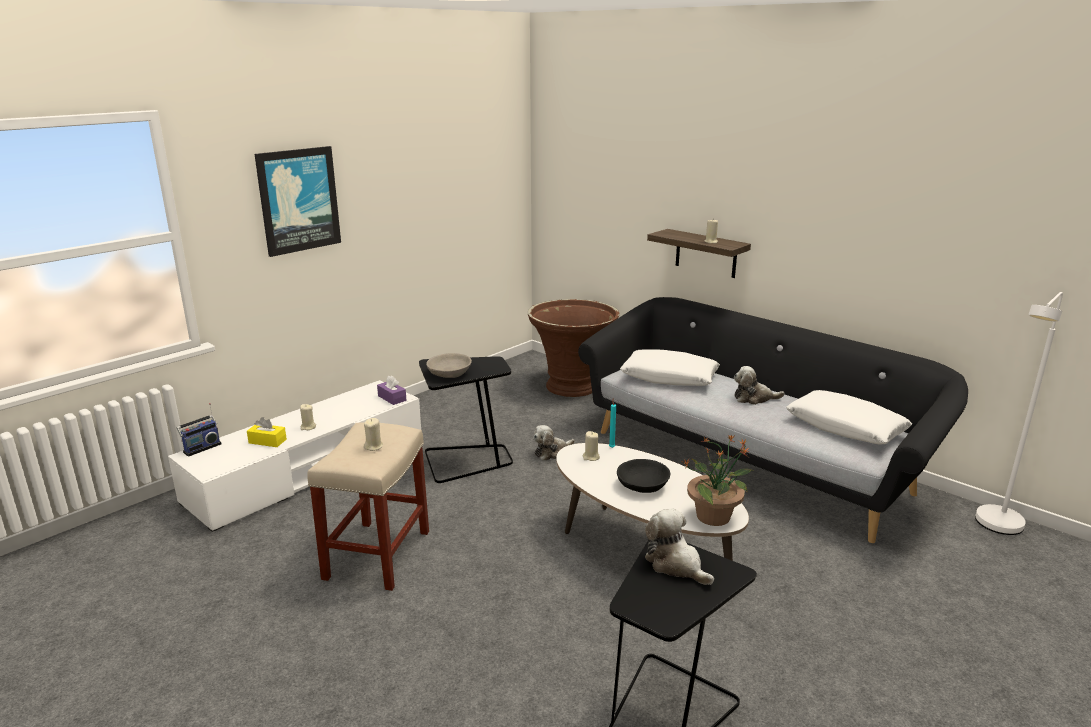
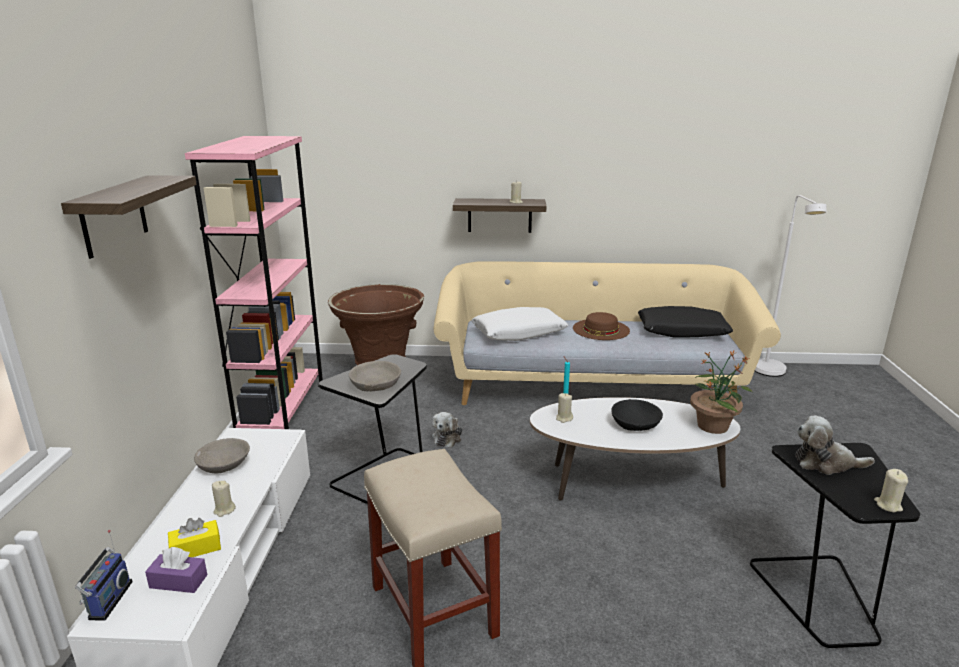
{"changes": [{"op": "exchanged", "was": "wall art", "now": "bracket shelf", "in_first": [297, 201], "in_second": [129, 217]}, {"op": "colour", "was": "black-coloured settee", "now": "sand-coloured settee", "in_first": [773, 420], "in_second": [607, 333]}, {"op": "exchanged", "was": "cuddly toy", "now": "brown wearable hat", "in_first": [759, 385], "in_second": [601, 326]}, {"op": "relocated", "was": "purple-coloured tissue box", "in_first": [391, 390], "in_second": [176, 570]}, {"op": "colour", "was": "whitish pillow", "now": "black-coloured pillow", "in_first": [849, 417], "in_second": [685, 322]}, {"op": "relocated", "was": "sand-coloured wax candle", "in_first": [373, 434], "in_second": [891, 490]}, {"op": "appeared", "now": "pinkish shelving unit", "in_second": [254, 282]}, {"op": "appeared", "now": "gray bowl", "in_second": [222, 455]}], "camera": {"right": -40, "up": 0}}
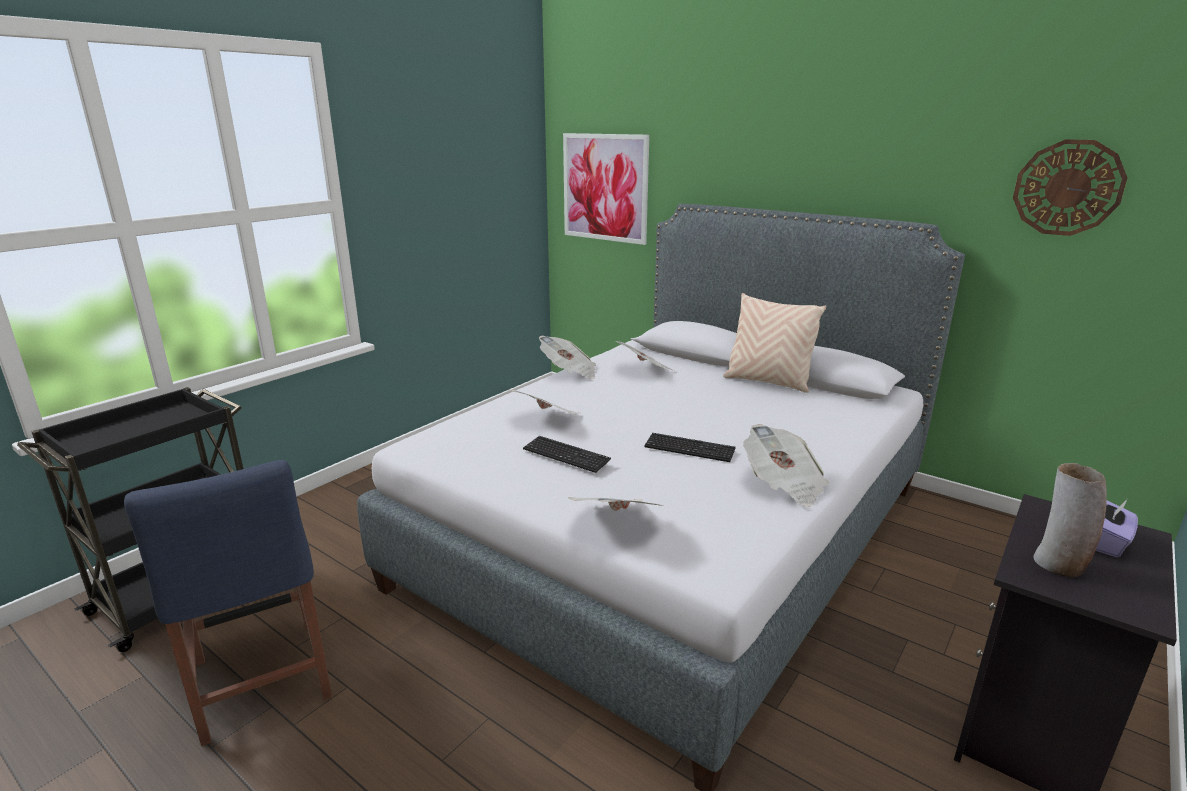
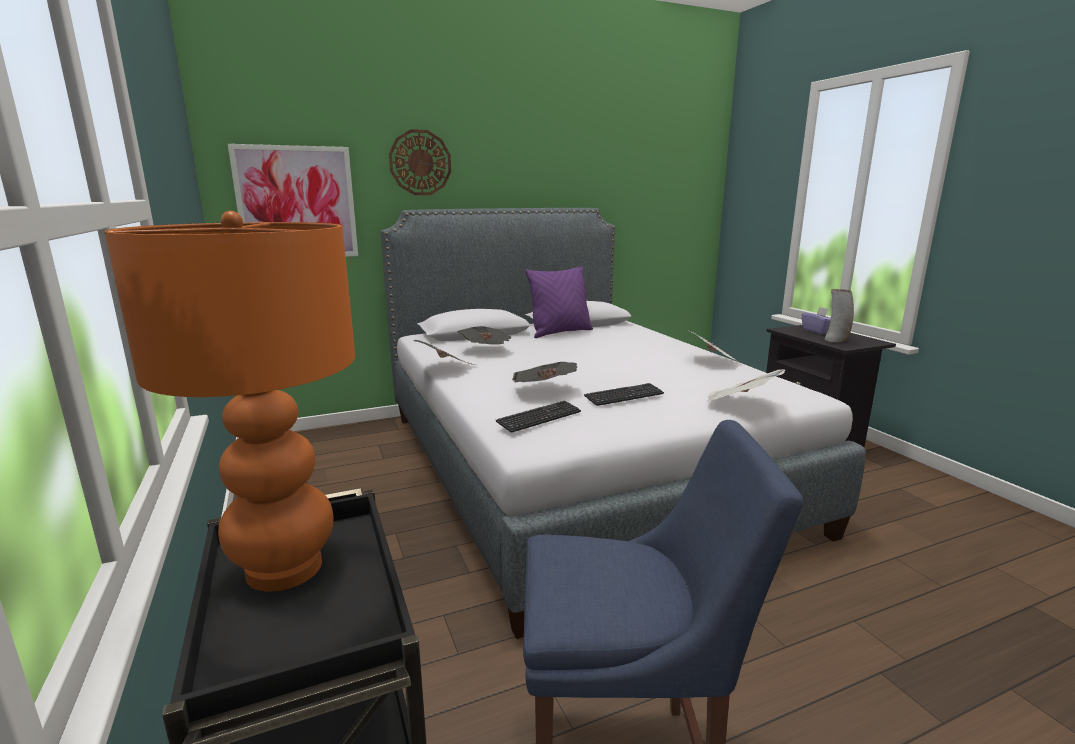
{"changes": [{"op": "relocated", "was": "clock on the wall", "in_first": [1070, 187], "in_second": [420, 162]}, {"op": "colour", "was": "sand-coloured pillow", "now": "purple-coloured pillow", "in_first": [774, 343], "in_second": [559, 302]}, {"op": "relocated", "was": "PC keyboard", "in_first": [690, 447], "in_second": [538, 416]}, {"op": "appeared", "now": "orangey lamp for a table", "in_second": [230, 401]}], "camera": {"right": -60, "up": -5}}
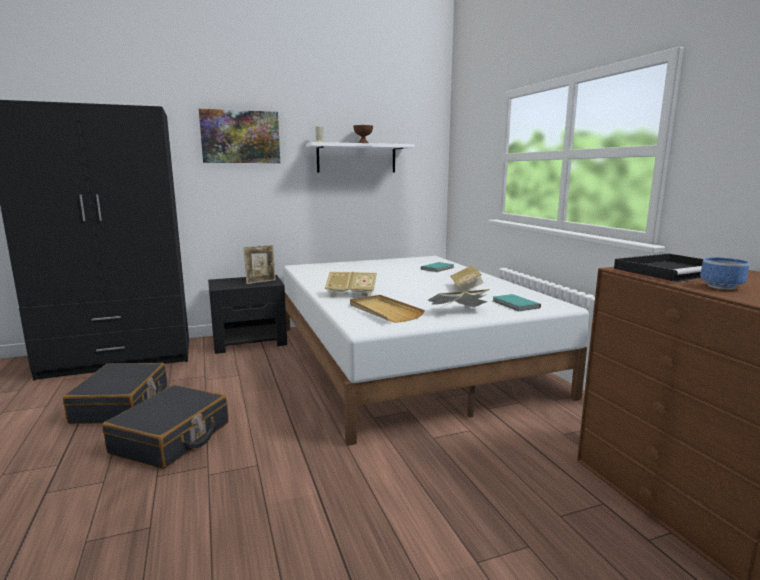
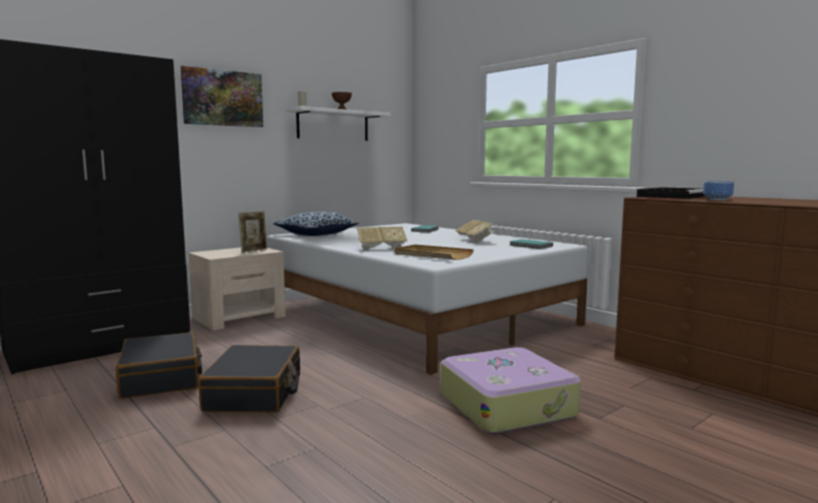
{"changes": [{"op": "colour", "was": "black-coloured nightstand", "now": "sand-coloured nightstand", "in_first": [247, 314], "in_second": [237, 288]}, {"op": "missing", "was": "bound book", "in_first": [458, 298]}, {"op": "appeared", "now": "pillow", "in_second": [316, 223]}, {"op": "appeared", "now": "suitcase", "in_second": [510, 390]}], "camera": {"right": -20, "up": -5}}
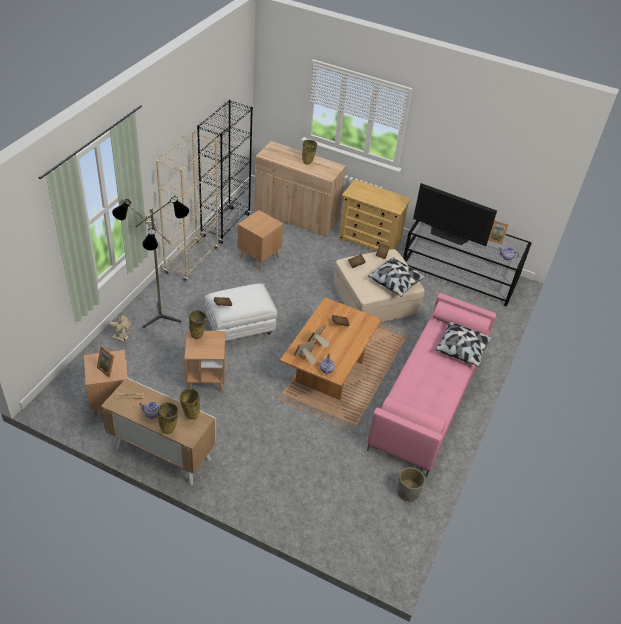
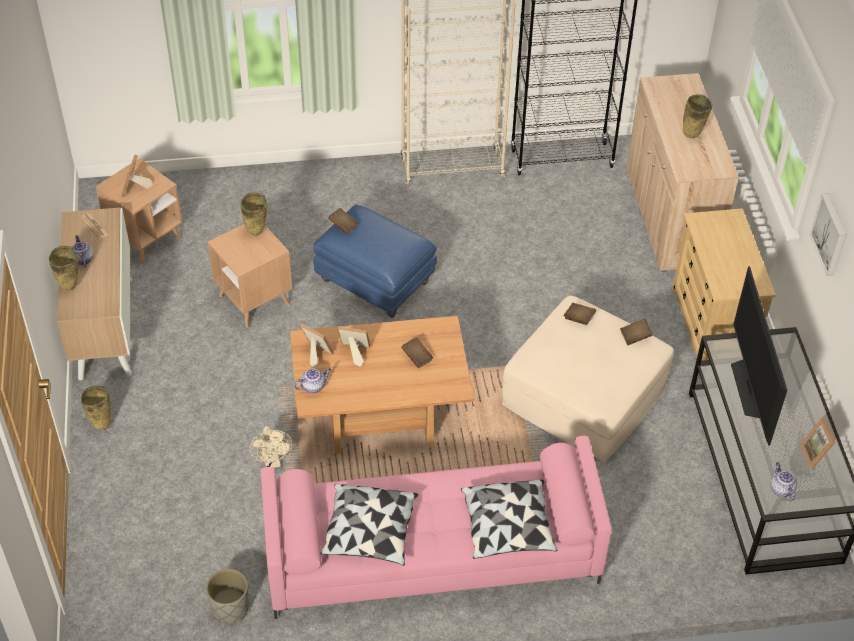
{"changes": [{"op": "missing", "was": "floor lamp", "in_first": [150, 262]}, {"op": "missing", "was": "brown end table", "in_first": [260, 240]}, {"op": "relocated", "was": "pillow", "in_first": [397, 277], "in_second": [369, 525]}, {"op": "colour", "was": "whitish footrest", "now": "blue-coloured footrest", "in_first": [241, 312], "in_second": [375, 261]}, {"op": "relocated", "was": "sand-coloured fan", "in_first": [120, 328], "in_second": [271, 447]}, {"op": "relocated", "was": "sand-coloured vase", "in_first": [190, 403], "in_second": [96, 408]}, {"op": "appeared", "now": "wall art", "in_second": [828, 234]}], "camera": {"right": 60, "up": 5}}
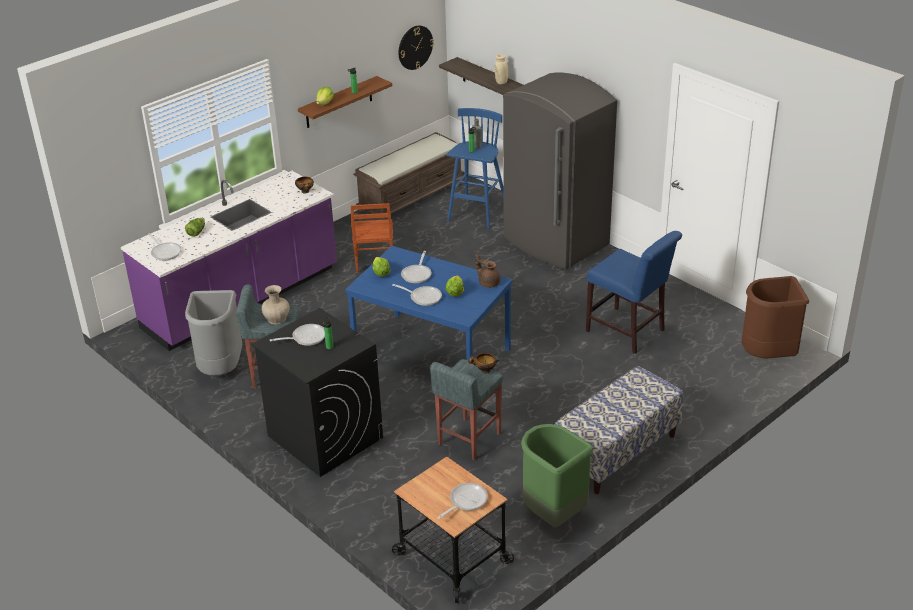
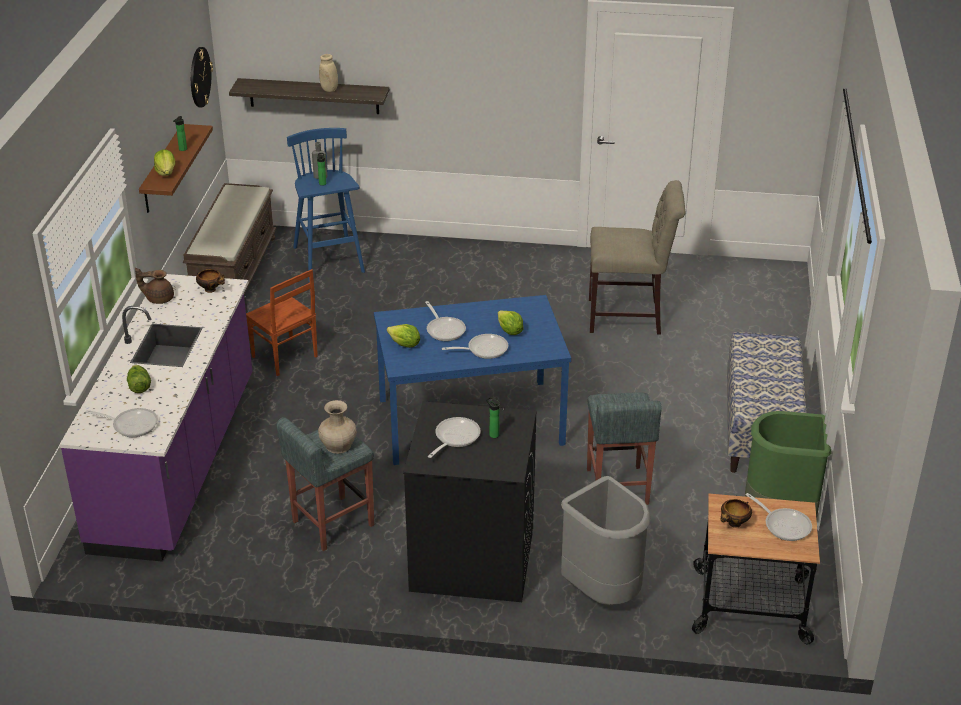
{"changes": [{"op": "missing", "was": "gray refrigerator", "in_first": [560, 170]}, {"op": "colour", "was": "blue-coloured plain chair", "now": "sand-coloured plain chair", "in_first": [634, 292], "in_second": [637, 257]}, {"op": "relocated", "was": "brown teapot", "in_first": [488, 271], "in_second": [154, 286]}, {"op": "missing", "was": "brown rubbish bin", "in_first": [775, 317]}, {"op": "relocated", "was": "gray rubbish bin", "in_first": [213, 333], "in_second": [606, 540]}, {"op": "relocated", "was": "bowl", "in_first": [483, 363], "in_second": [736, 513]}, {"op": "spun", "was": "frying pan", "in_first": [462, 501], "in_second": [778, 517], "clockwise": 135}], "camera": {"right": -40, "up": 0}}
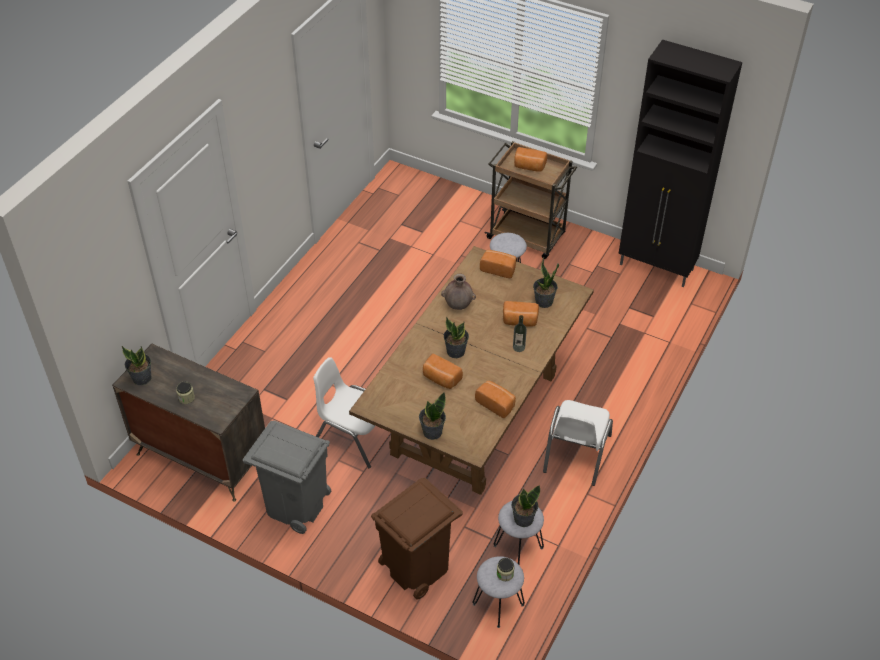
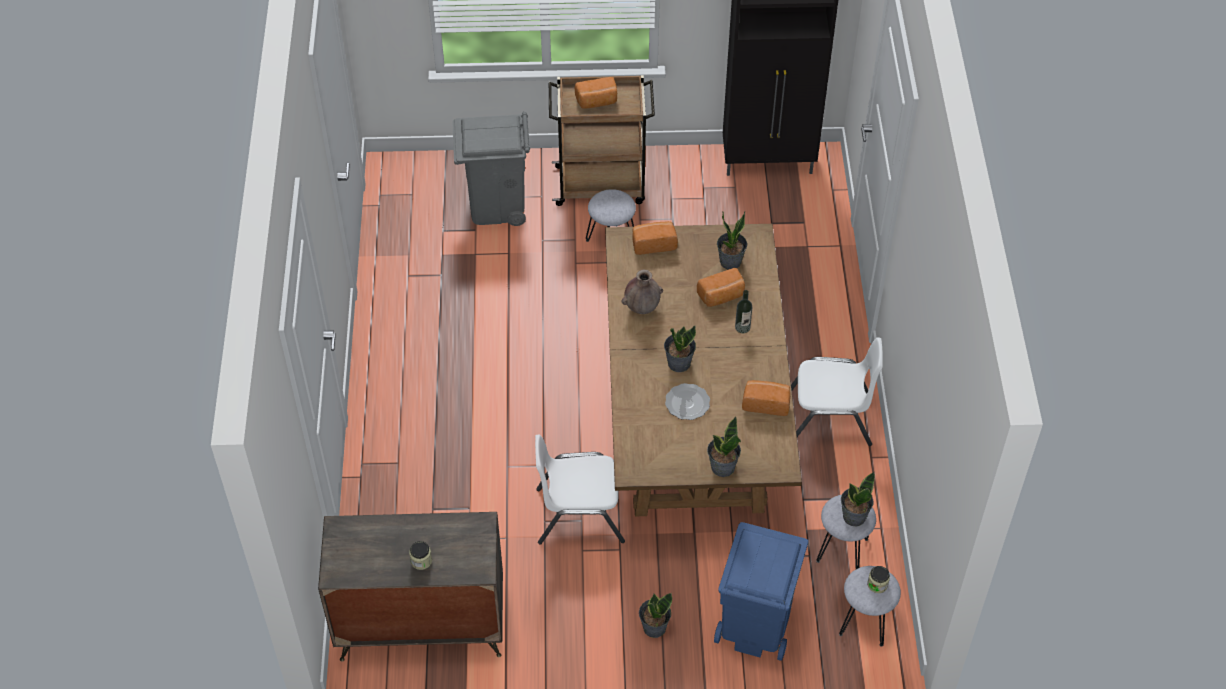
{"changes": [{"op": "relocated", "was": "houseplant", "in_first": [137, 365], "in_second": [655, 615]}, {"op": "exchanged", "was": "bakery bread", "now": "flat dish", "in_first": [443, 371], "in_second": [687, 401]}, {"op": "spun", "was": "whitish plain chair", "in_first": [578, 443], "in_second": [837, 391], "clockwise": -75}, {"op": "relocated", "was": "gray rubbish bin", "in_first": [287, 477], "in_second": [491, 169]}, {"op": "colour", "was": "brown rubbish bin", "now": "blue-coloured rubbish bin", "in_first": [417, 539], "in_second": [761, 591]}], "camera": {"right": -30, "up": 5}}
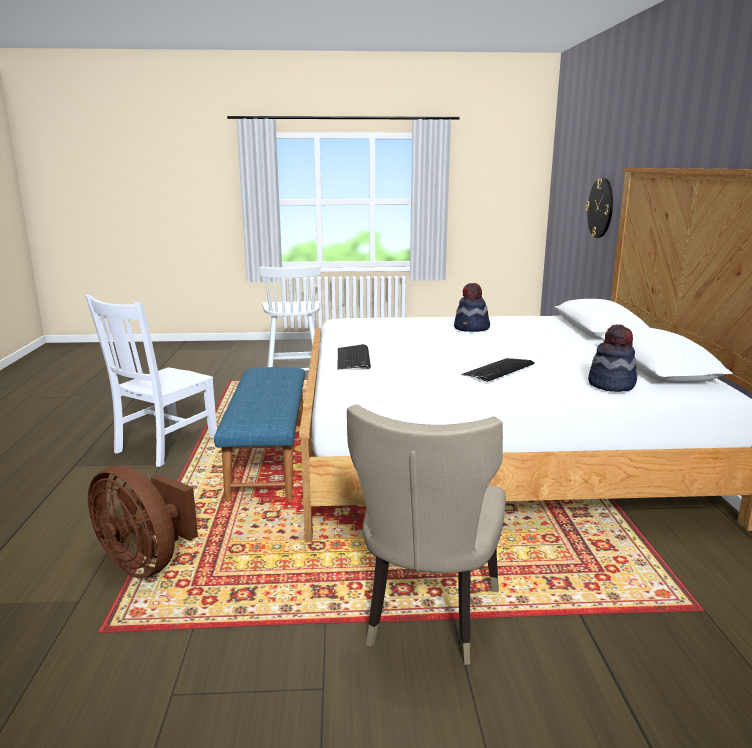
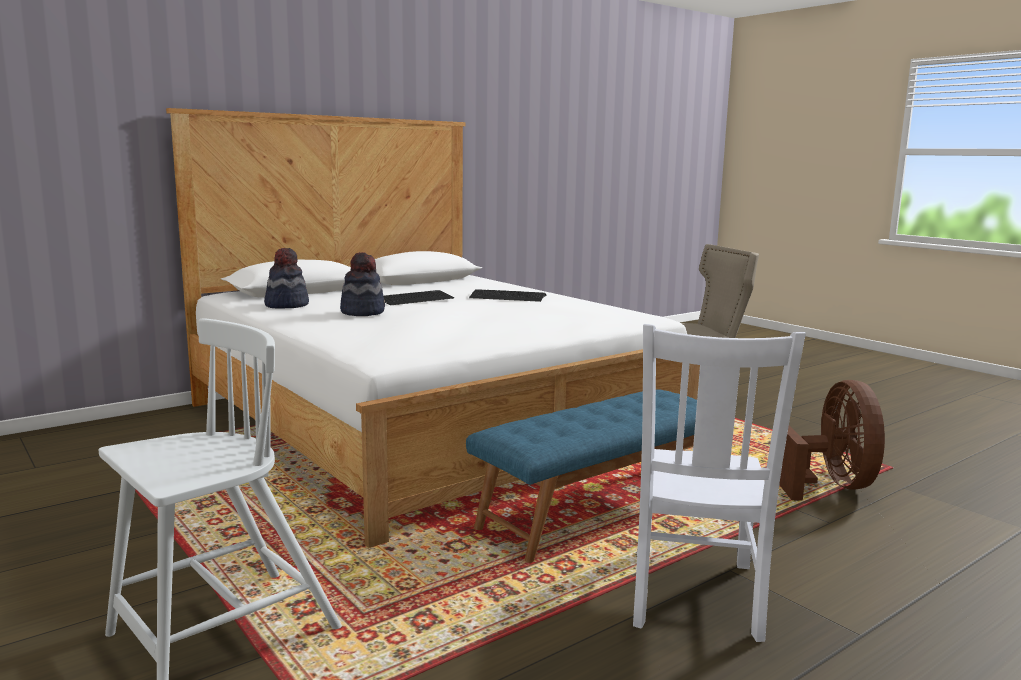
{"changes": [{"op": "missing", "was": "clock on the wall", "in_first": [599, 208]}, {"op": "spun", "was": "whitish plain chair", "in_first": [151, 381], "in_second": [719, 483], "clockwise": 105}, {"op": "relocated", "was": "wearable hat", "in_first": [612, 358], "in_second": [286, 278]}, {"op": "relocated", "was": "PC keyboard", "in_first": [354, 357], "in_second": [418, 298]}], "camera": {"right": -125, "up": -5}}
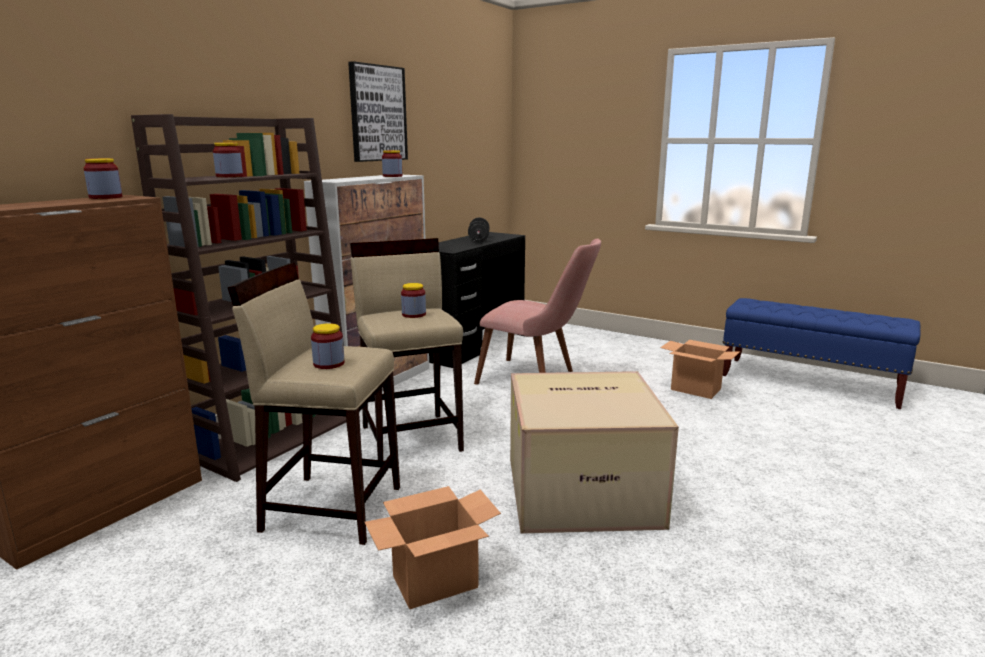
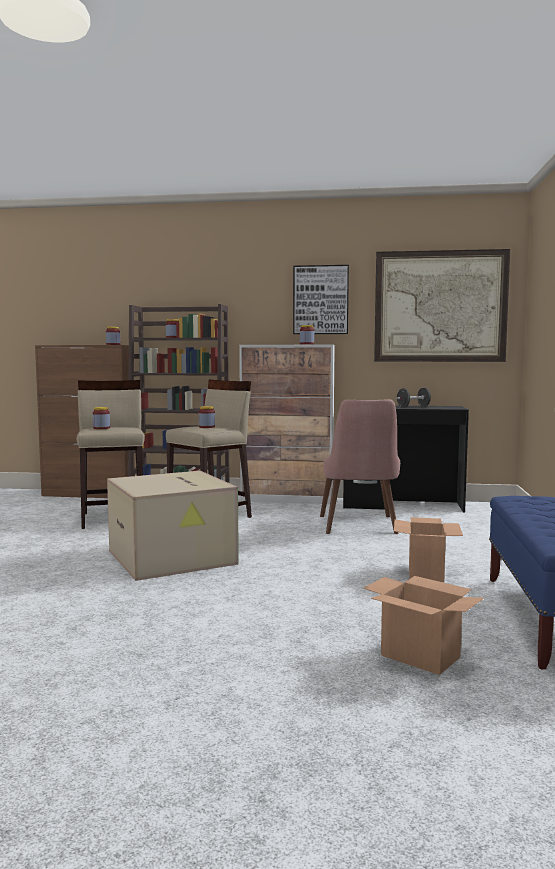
{"changes": [{"op": "relocated", "was": "packing box", "in_first": [433, 547], "in_second": [424, 625]}, {"op": "appeared", "now": "wall art", "in_second": [442, 305]}], "camera": {"right": 65, "up": -10}}
